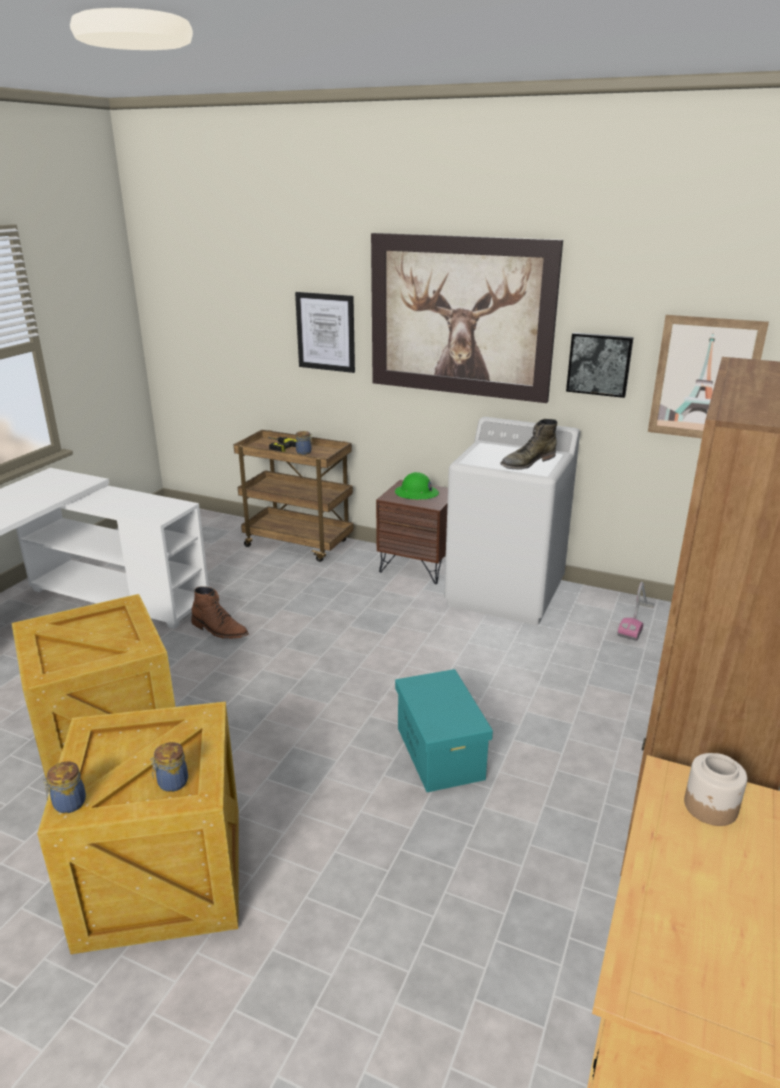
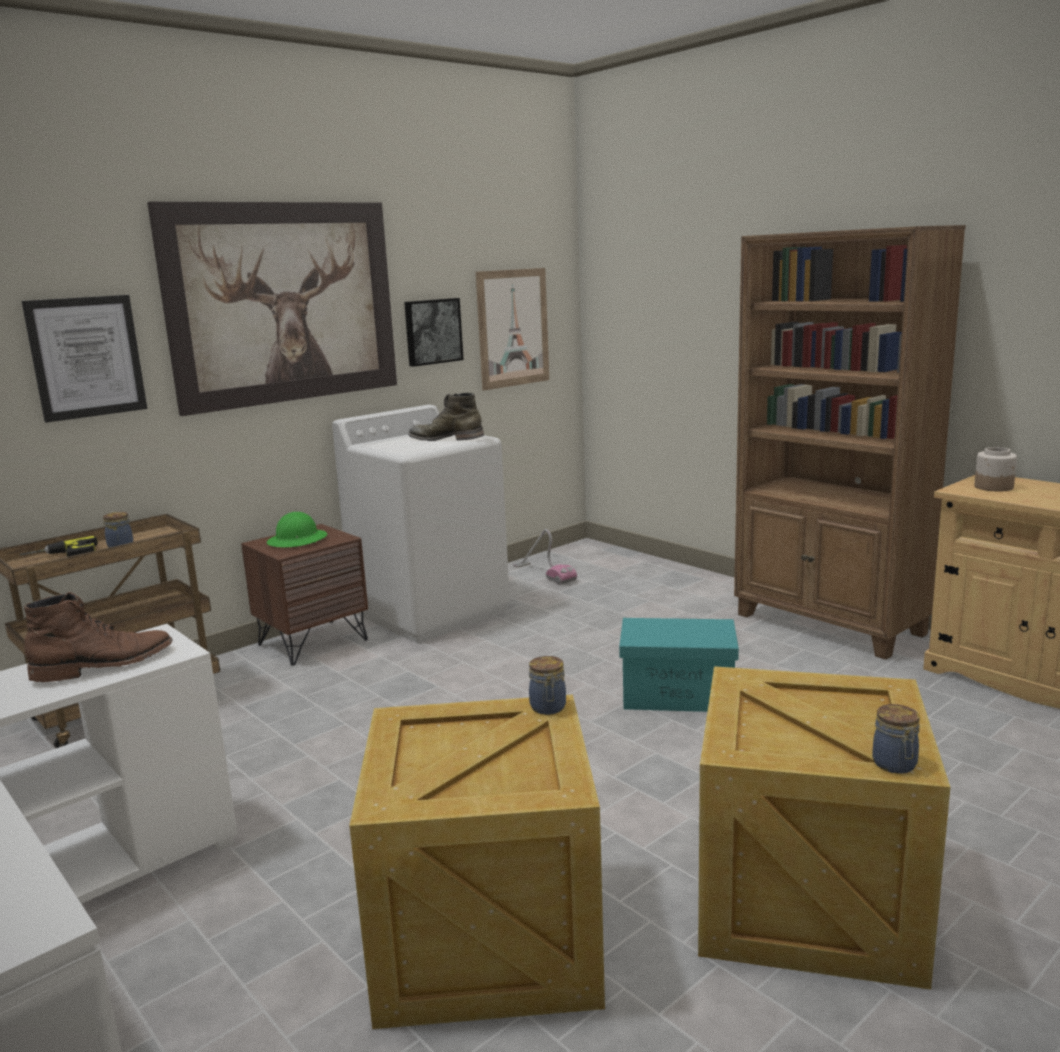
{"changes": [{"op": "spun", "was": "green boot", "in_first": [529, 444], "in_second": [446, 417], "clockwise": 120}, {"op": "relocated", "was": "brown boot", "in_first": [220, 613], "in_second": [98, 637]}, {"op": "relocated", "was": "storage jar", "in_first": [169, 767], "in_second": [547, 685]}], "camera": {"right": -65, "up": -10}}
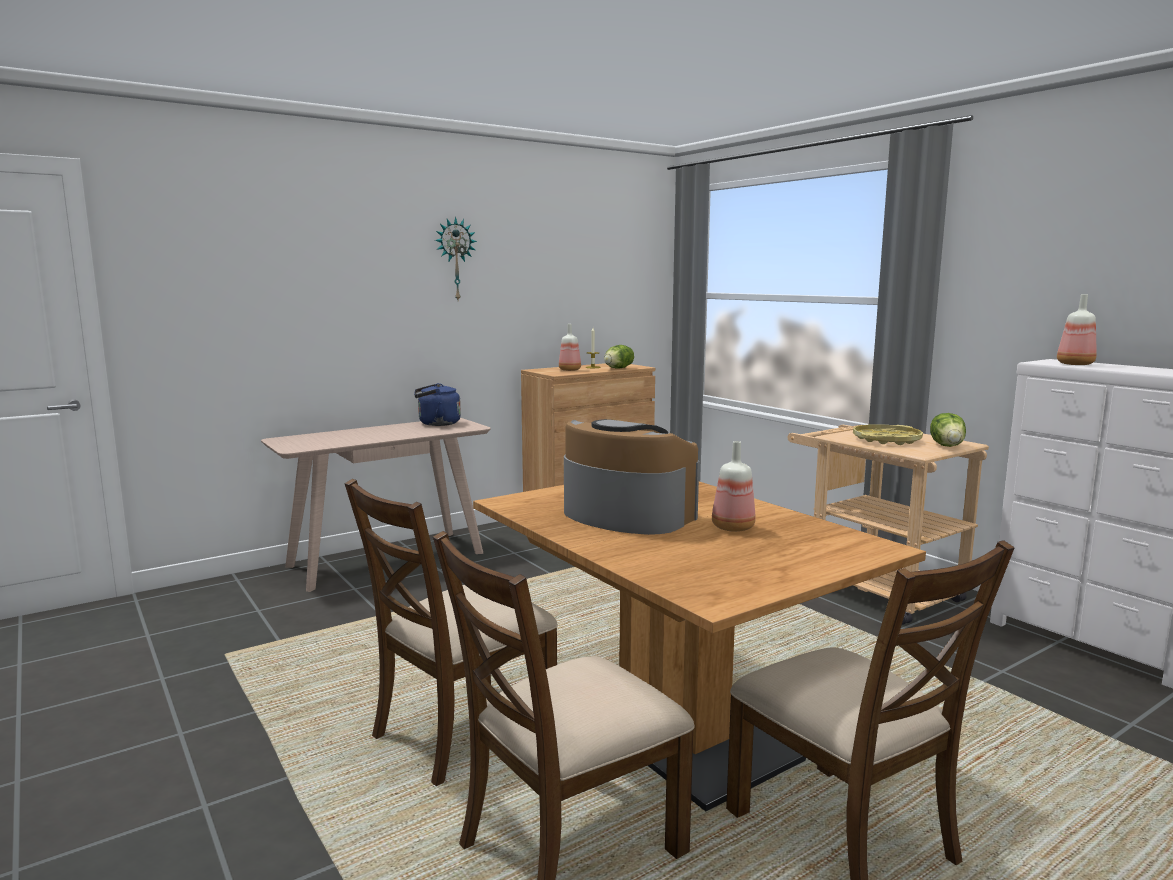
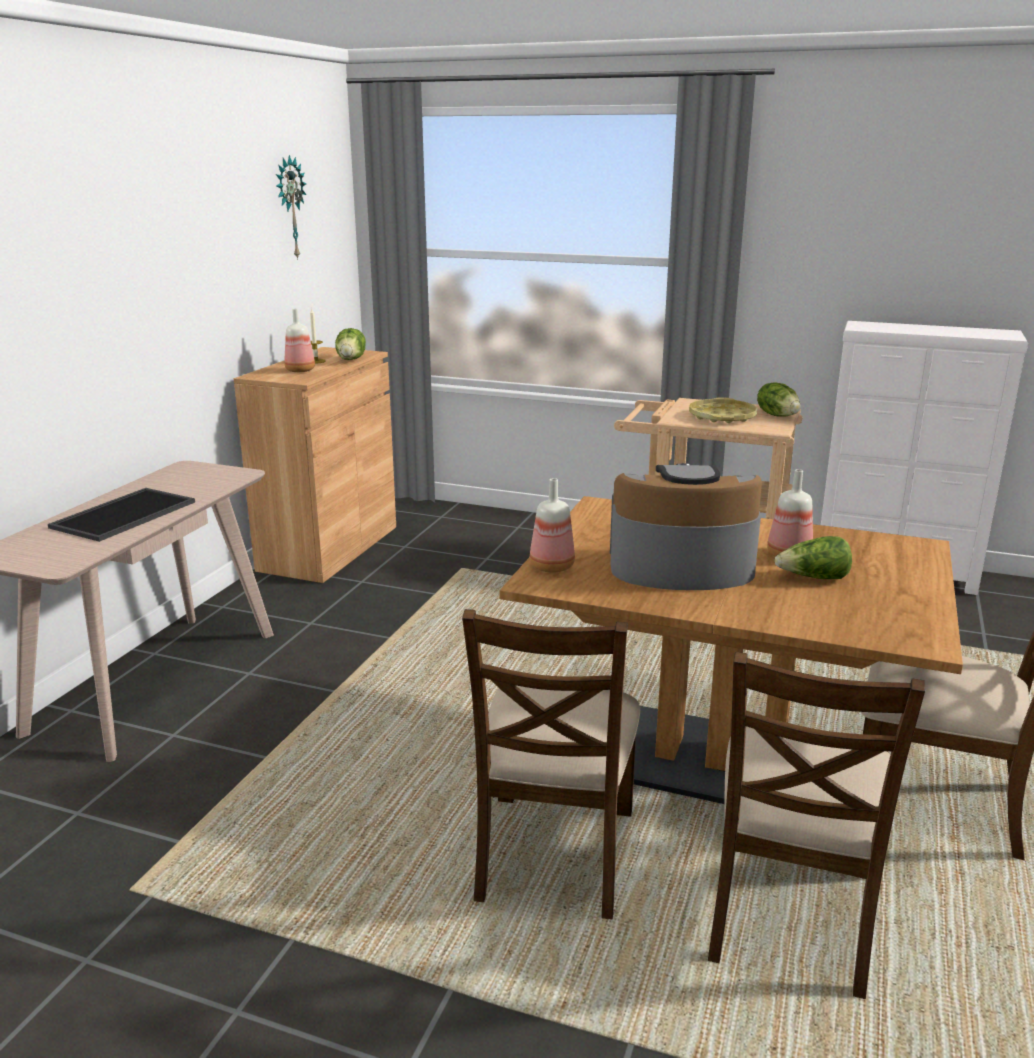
{"changes": [{"op": "relocated", "was": "clock on the wall", "in_first": [456, 258], "in_second": [291, 207]}, {"op": "relocated", "was": "beverage bottle", "in_first": [1077, 329], "in_second": [552, 525]}, {"op": "missing", "was": "blue-coloured kettle", "in_first": [437, 404]}, {"op": "appeared", "now": "serving tray", "in_second": [121, 515]}, {"op": "appeared", "now": "lettuce head", "in_second": [813, 557]}], "camera": {"right": -35, "up": 10}}
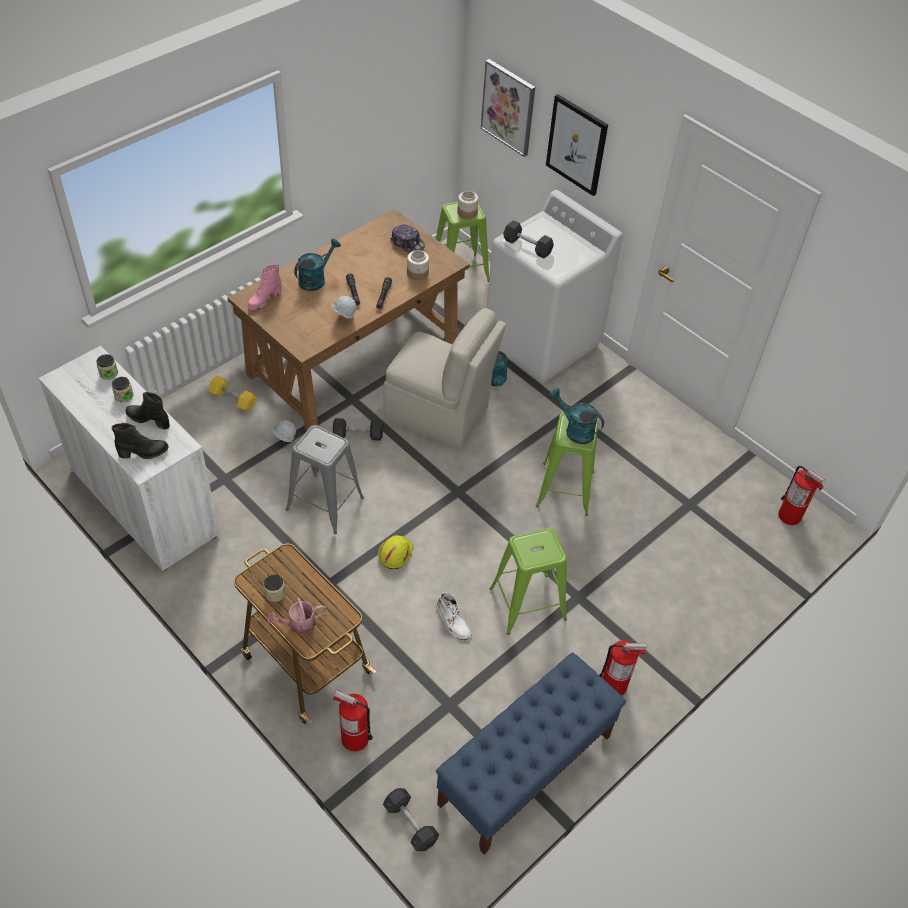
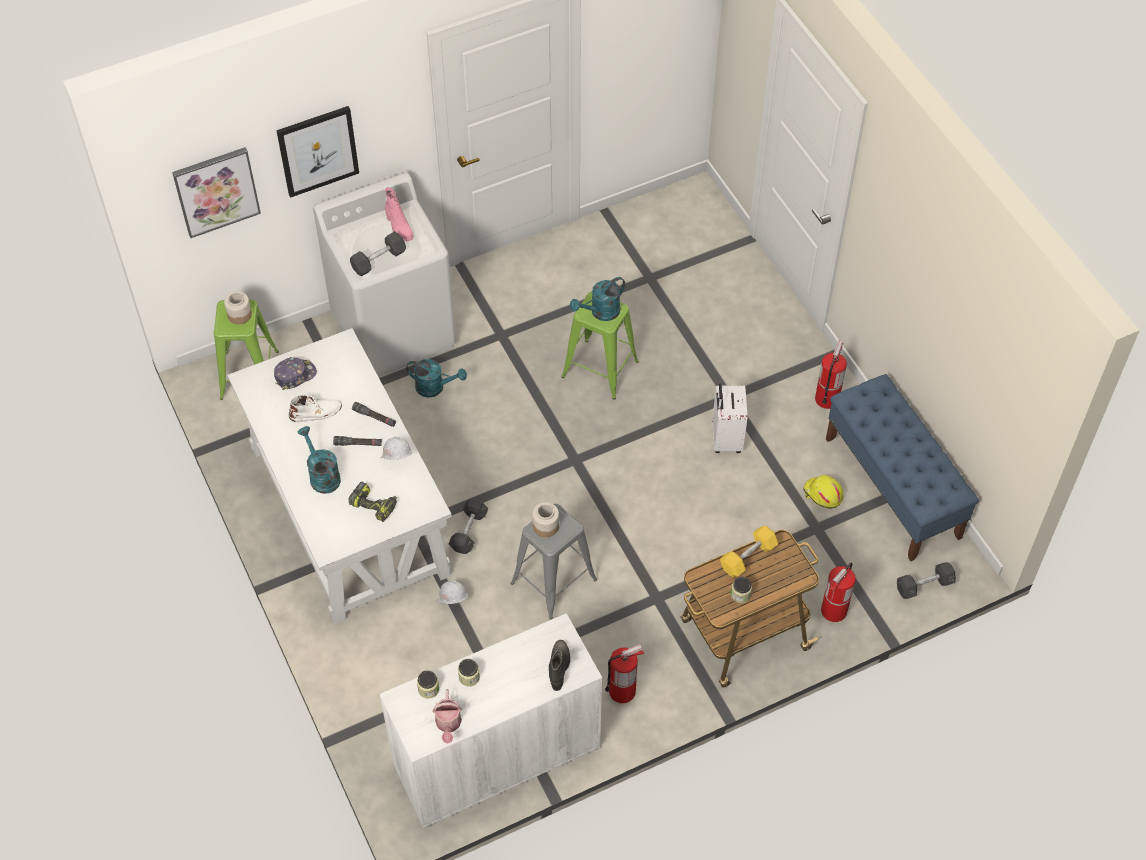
{"changes": [{"op": "colour", "was": "brown desk unit", "now": "whitish desk unit", "in_first": [348, 319], "in_second": [339, 476]}, {"op": "relocated", "was": "storage jar", "in_first": [418, 265], "in_second": [545, 519]}, {"op": "relocated", "was": "pinkish boot", "in_first": [264, 287], "in_second": [399, 214]}, {"op": "missing", "was": "sand-coloured plain chair", "in_first": [444, 378]}, {"op": "relocated", "was": "yellowish free weight", "in_first": [232, 393], "in_second": [749, 551]}, {"op": "missing", "was": "black-coloured boot", "in_first": [148, 411]}, {"op": "relocated", "was": "fire extinguisher", "in_first": [801, 495], "in_second": [624, 673]}, {"op": "exchanged", "was": "green sitting stool", "now": "whitish suitcase", "in_first": [528, 581], "in_second": [730, 418]}, {"op": "relocated", "was": "yellowish work helmet", "in_first": [395, 552], "in_second": [823, 491]}, {"op": "relocated", "was": "whitish boot", "in_first": [454, 616], "in_second": [315, 408]}, {"op": "relocated", "was": "watering can", "in_first": [296, 616], "in_second": [447, 716]}, {"op": "appeared", "now": "drill", "in_second": [372, 501]}], "camera": {"right": -70, "up": 5}}
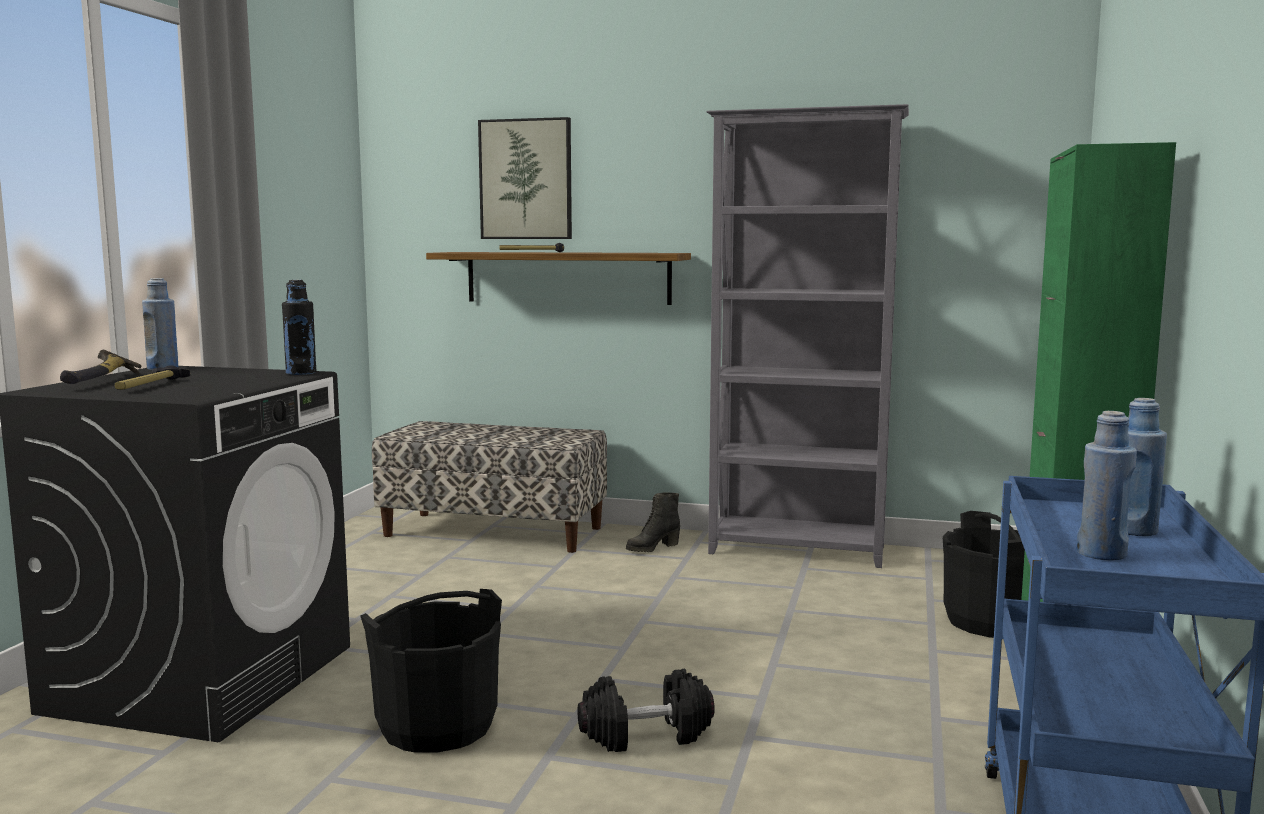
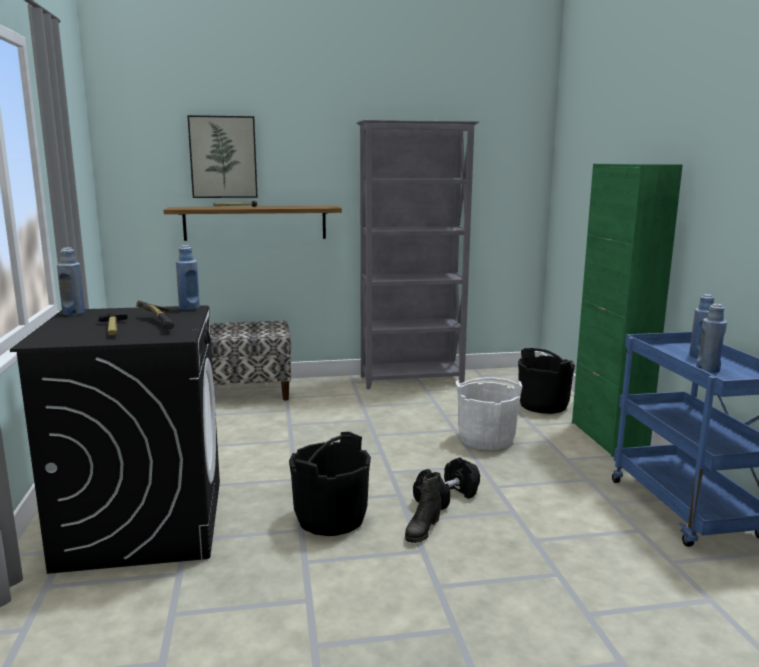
{"changes": [{"op": "colour", "was": "black-coloured beverage bottle", "now": "blue-coloured beverage bottle", "in_first": [299, 327], "in_second": [188, 278]}, {"op": "relocated", "was": "tool hammer", "in_first": [101, 366], "in_second": [155, 314]}, {"op": "relocated", "was": "black-coloured boot", "in_first": [653, 522], "in_second": [423, 507]}, {"op": "appeared", "now": "whitish bucket", "in_second": [489, 413]}], "camera": {"right": -25, "up": 5}}
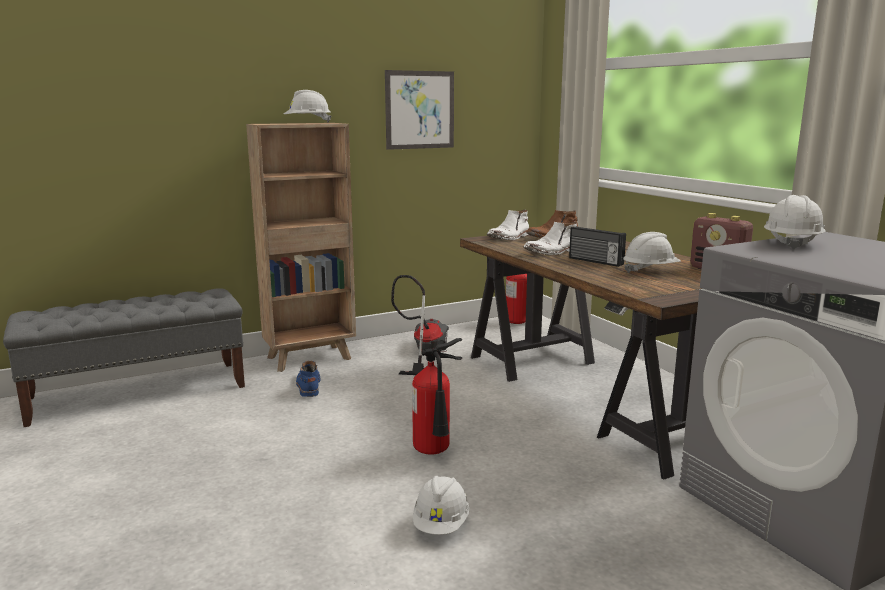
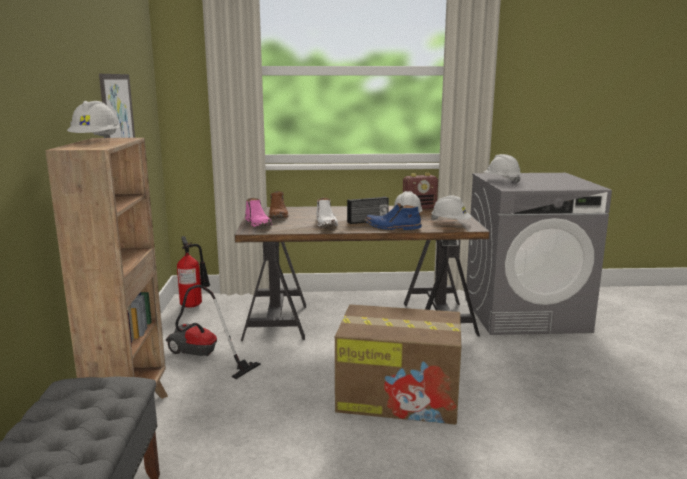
{"changes": [{"op": "colour", "was": "whitish boot", "now": "pinkish boot", "in_first": [508, 225], "in_second": [258, 212]}, {"op": "exchanged", "was": "fire extinguisher", "now": "packing box", "in_first": [437, 396], "in_second": [398, 364]}, {"op": "relocated", "was": "blue-coloured boot", "in_first": [308, 379], "in_second": [393, 216]}, {"op": "relocated", "was": "whitish work helmet", "in_first": [441, 505], "in_second": [451, 208]}], "camera": {"right": -65, "up": 0}}
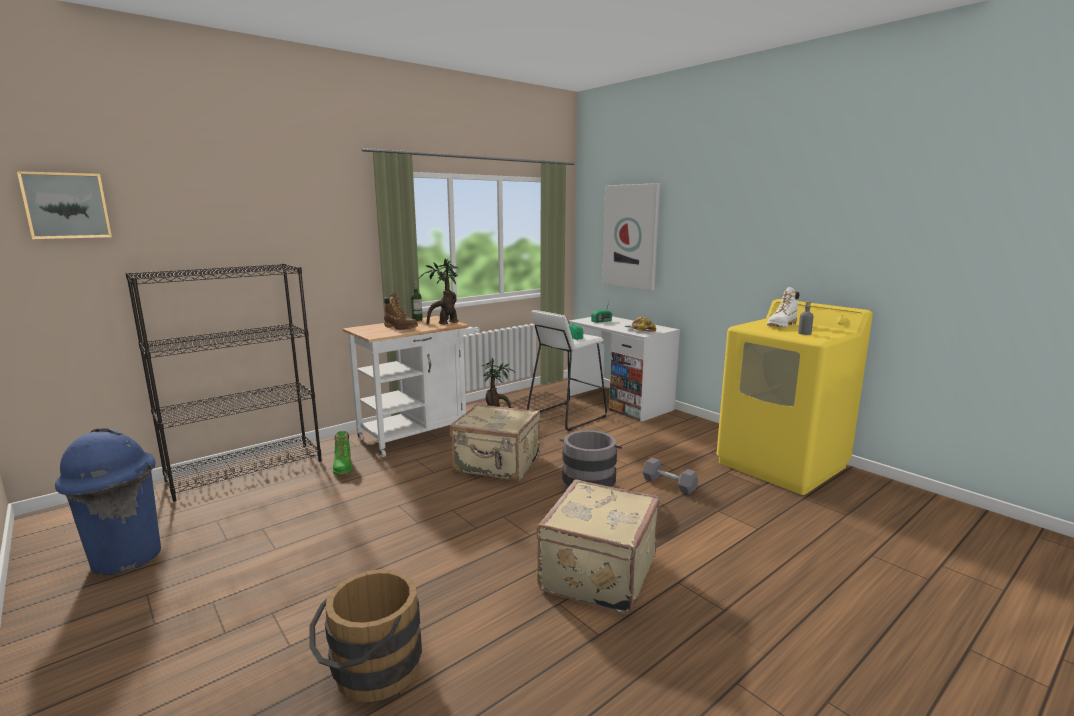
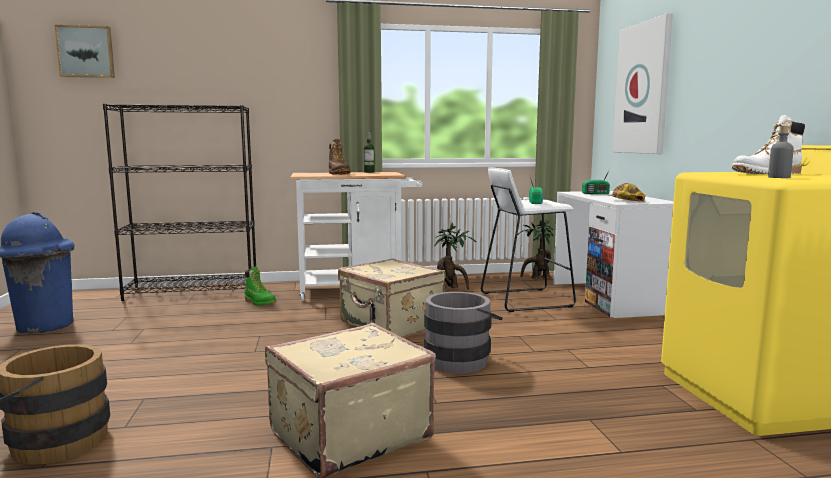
{"changes": [{"op": "relocated", "was": "houseplant", "in_first": [438, 291], "in_second": [535, 249]}, {"op": "spun", "was": "green boot", "in_first": [342, 453], "in_second": [260, 286], "clockwise": -60}, {"op": "missing", "was": "gray free weight", "in_first": [670, 476]}], "camera": {"right": 30, "up": -5}}
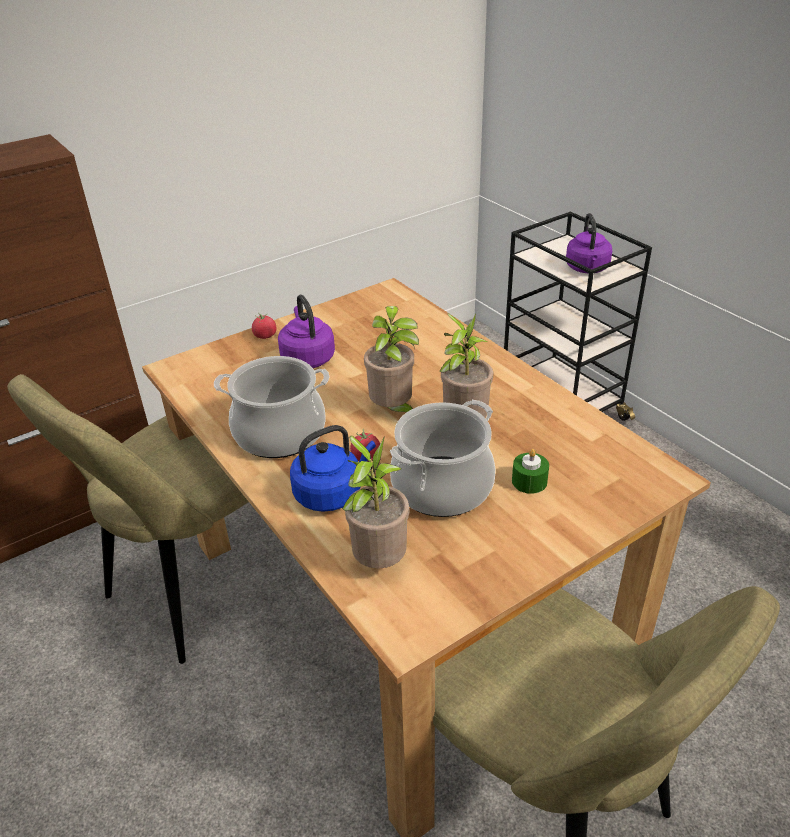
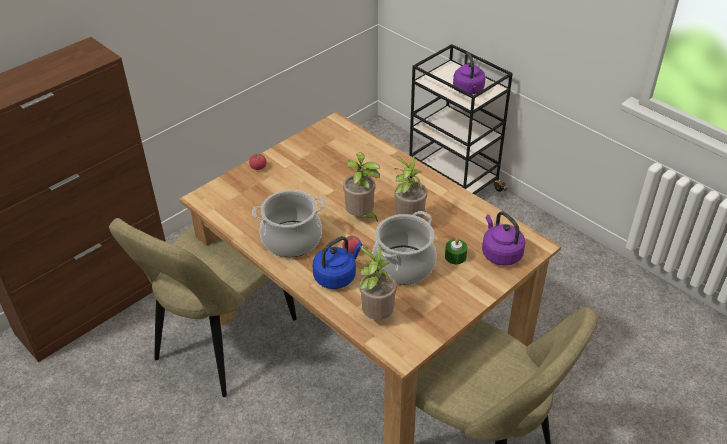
{"changes": [{"op": "relocated", "was": "purple-coloured kettle", "in_first": [306, 331], "in_second": [503, 238]}], "camera": {"right": -10, "up": 5}}
